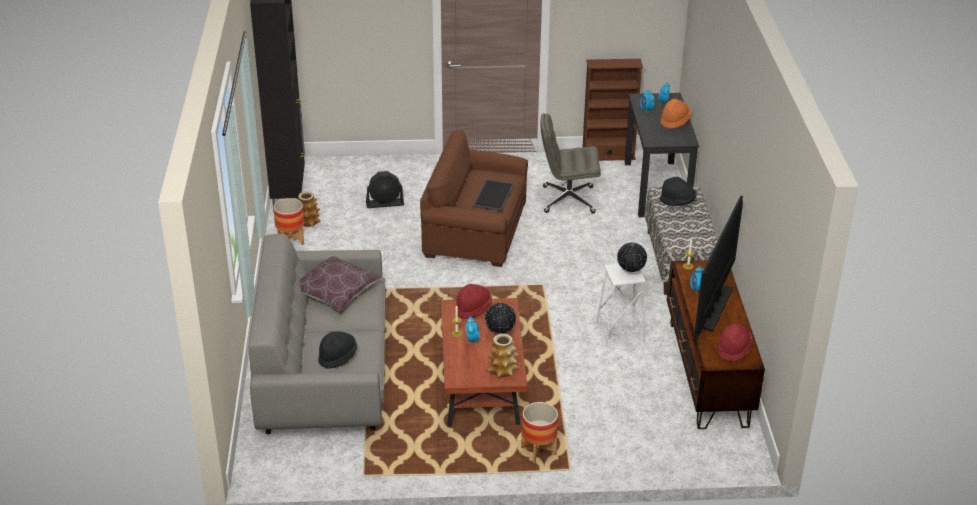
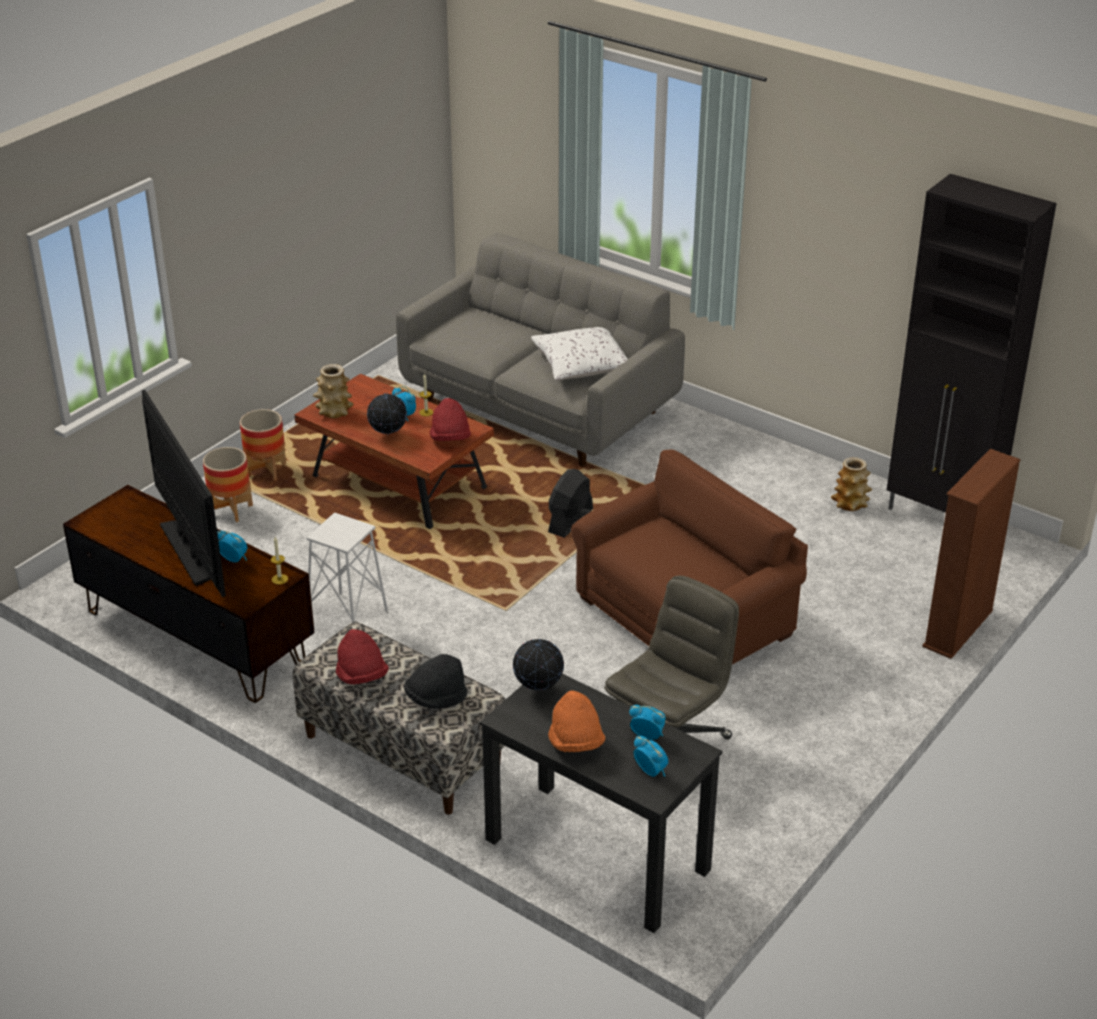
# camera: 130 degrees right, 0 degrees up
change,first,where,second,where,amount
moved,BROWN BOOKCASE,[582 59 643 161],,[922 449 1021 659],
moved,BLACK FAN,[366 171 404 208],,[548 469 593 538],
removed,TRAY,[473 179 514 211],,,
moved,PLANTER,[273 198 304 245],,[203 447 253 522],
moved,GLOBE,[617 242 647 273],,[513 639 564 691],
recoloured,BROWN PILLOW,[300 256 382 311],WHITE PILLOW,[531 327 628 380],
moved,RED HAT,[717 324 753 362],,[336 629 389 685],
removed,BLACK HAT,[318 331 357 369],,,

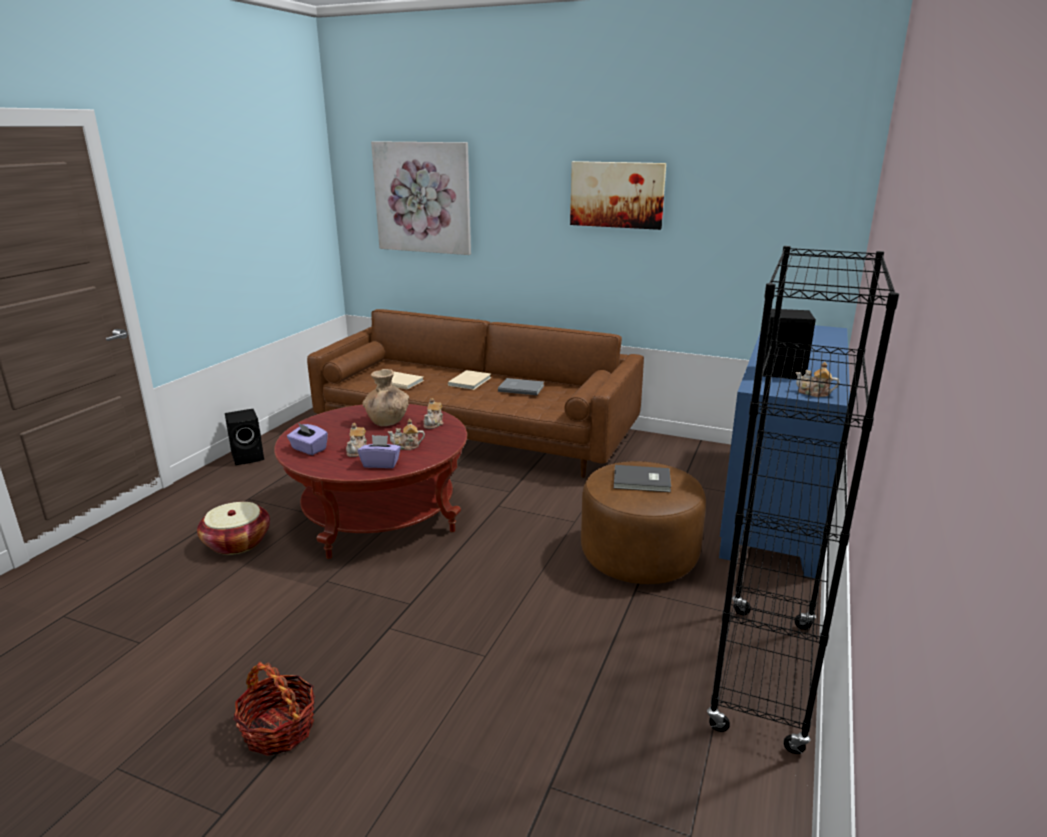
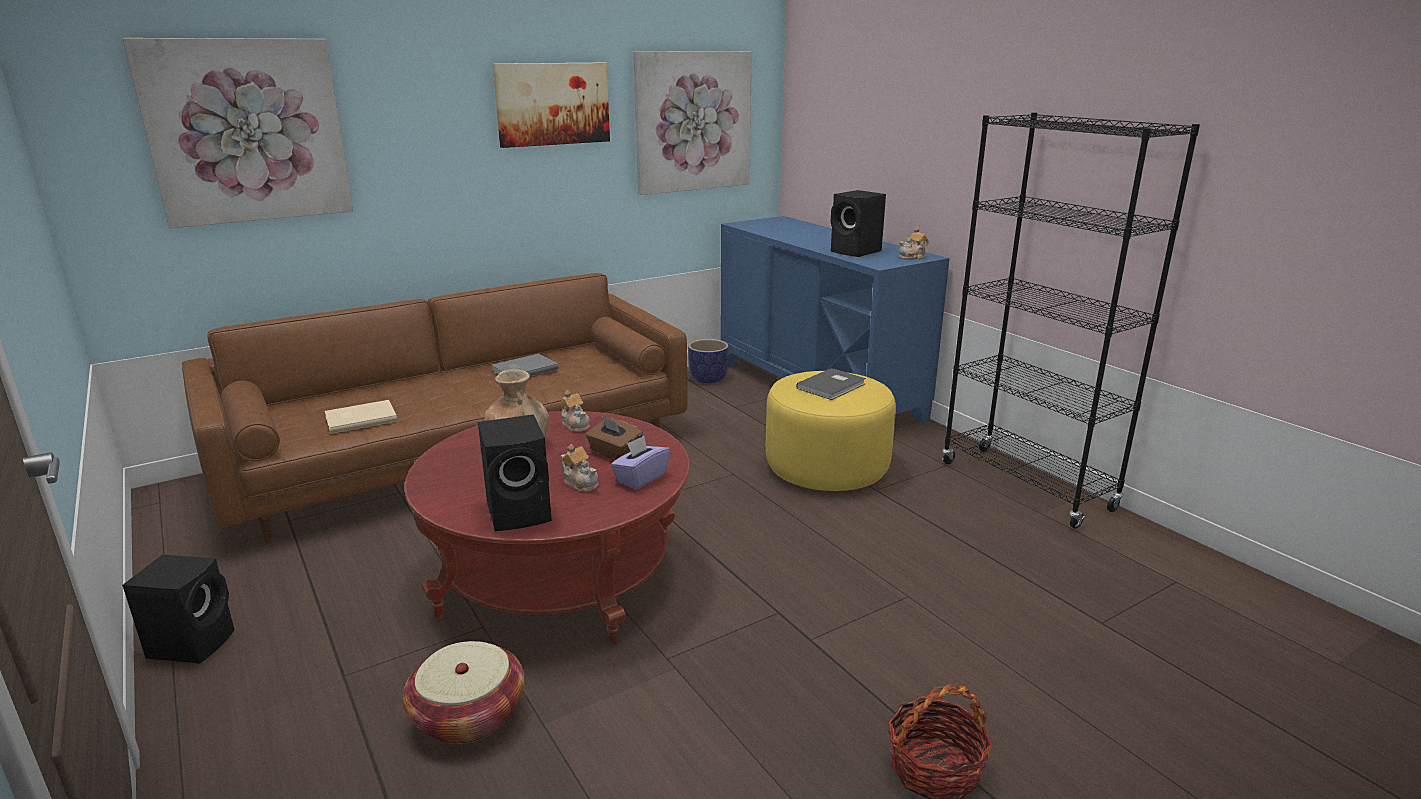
# camera: 55 degrees left, 0 degrees up
change,first,where,second,where,amount
removed,BEIGE BOOK,[448 370 491 390],,,
replaced,TEAPOT,[388 419 425 450],BROWN TISSUE BOX,[586 417 643 460],
replaced,PURPLE TISSUE BOX,[287 423 328 455],BLACK SPEAKER,[478 414 552 531],
recoloured,BROWN OTTOMAN,[581 461 706 584],YELLOW OTTOMAN,[765 371 896 491],
added,,,PICTURE,[633 51 752 195],
added,,,PLANTER,[688 339 729 384],

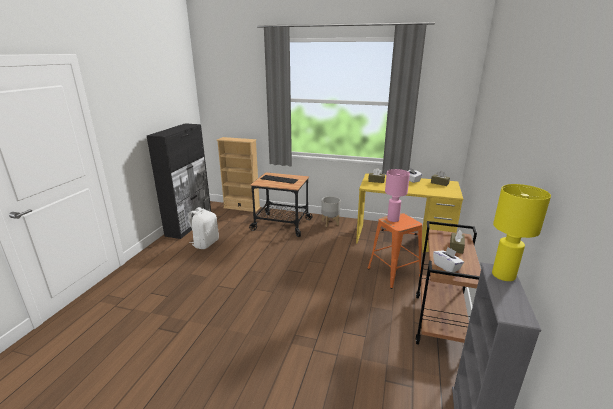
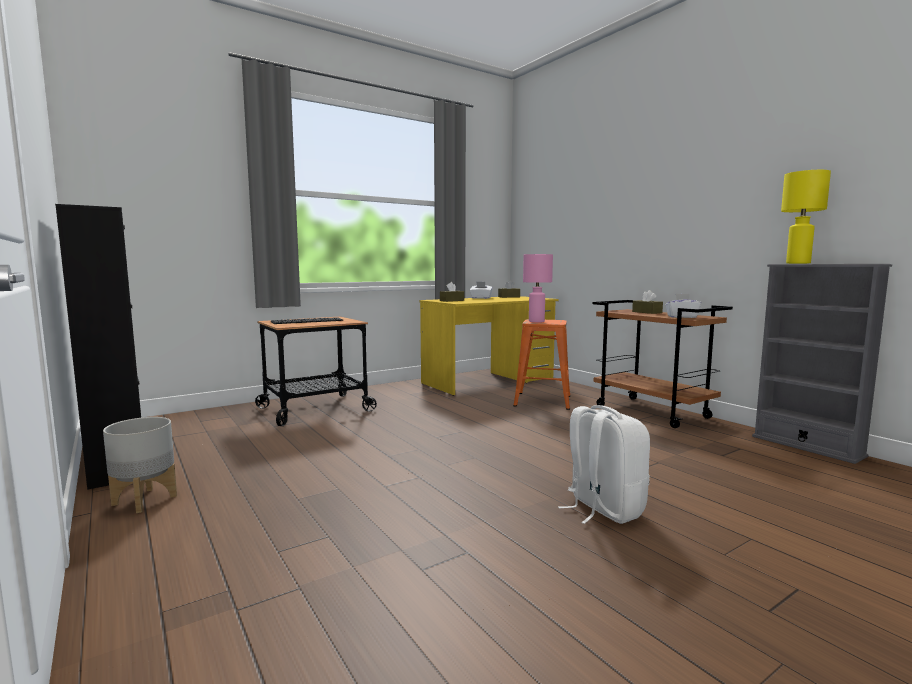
# camera: 50 degrees left, 15 degrees down
change,first,where,second,where,amount
removed,BEIGE BOOKCASE,[216 137 260 212],,,
moved,GREY PLANTER,[321 196 340 227],,[103 417 177 513],
moved,WHITE BACKPACK,[188 207 219 249],,[558 405 650 524],

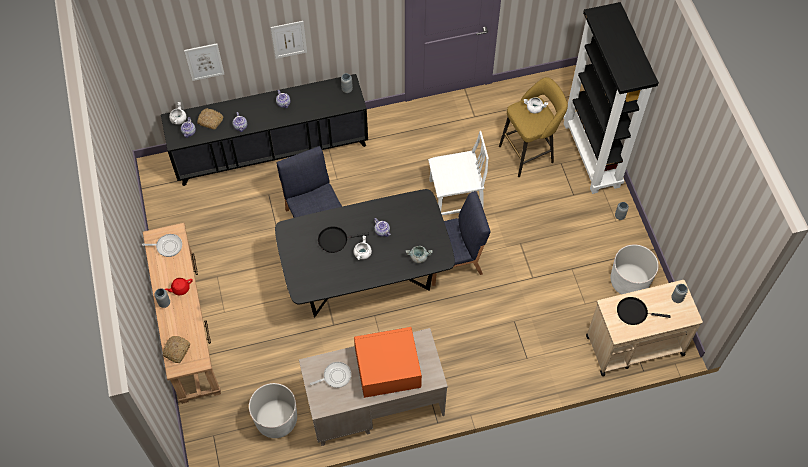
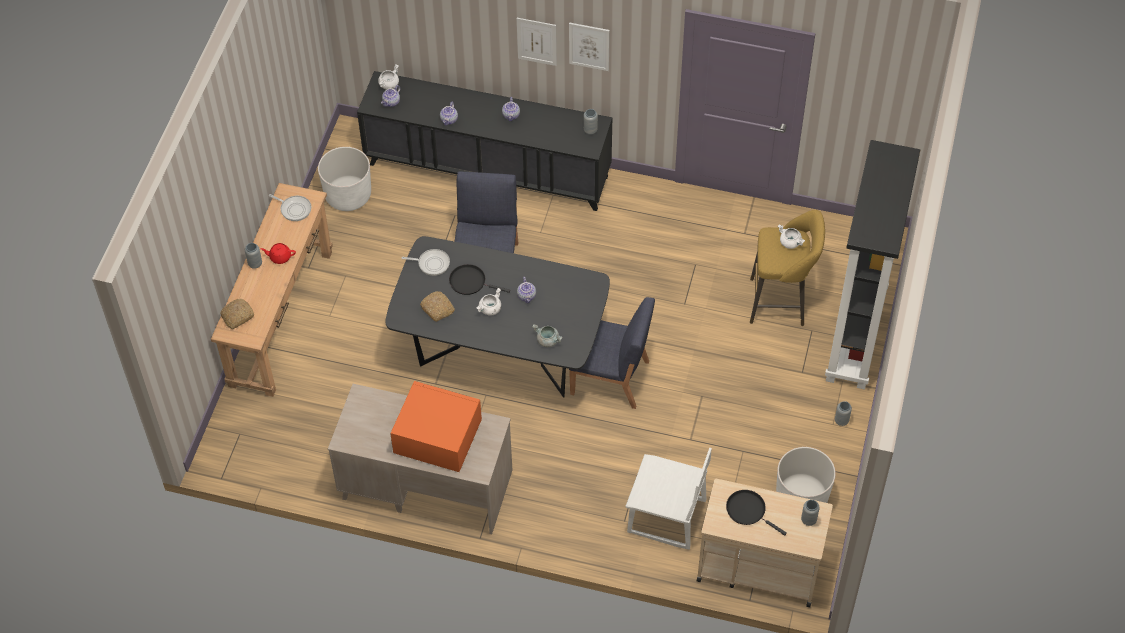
# camera: 30 degrees right, 5 degrees down
change,first,where,second,where,amount
moved,PICTURE,[184 43 224 81],,[569 22 610 71],
moved,BREAD,[197 108 223 130],,[420 291 455 322],
moved,WHITE CHAIR,[428 131 489 215],,[626 448 712 550],
moved,FRYING PAN,[310 362 351 388],,[402 249 450 276],
moved,WHITE PLANTER,[249 383 297 438],,[318 147 371 211],

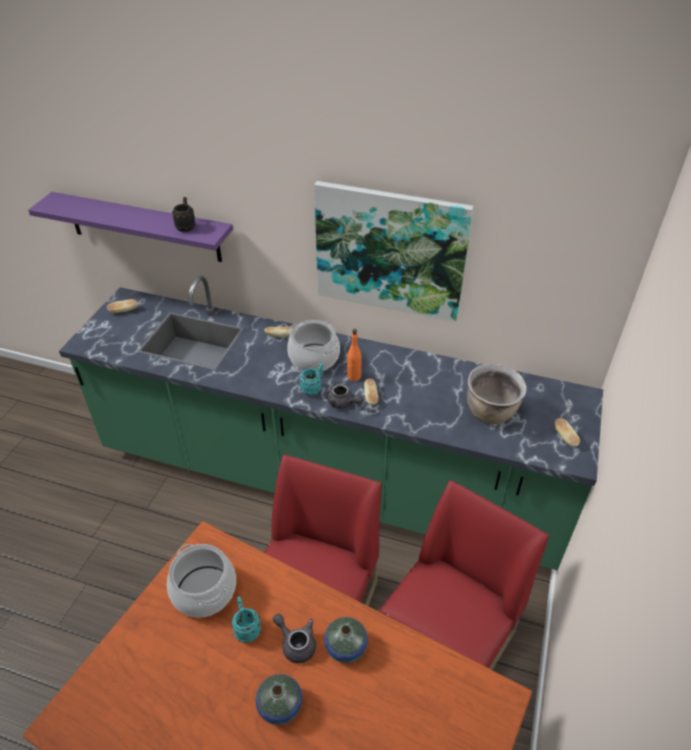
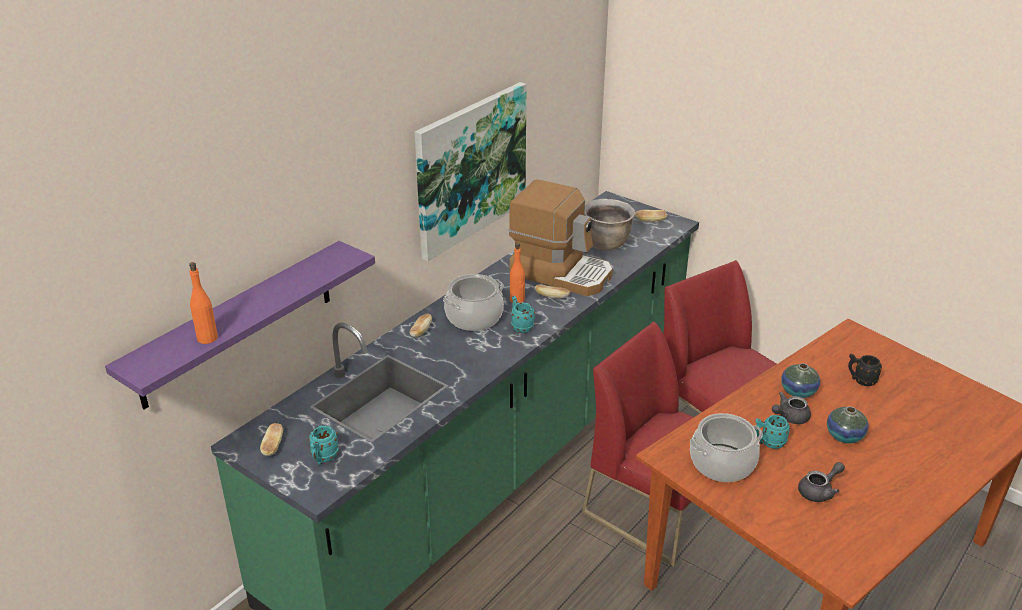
# camera: 70 degrees left, 10 degrees down
change,first,where,second,where,amount
moved,BLACK MUG,[172 197 195 232],,[848 354 882 386],
moved,GREY TEAPOT,[327 384 363 408],,[798 462 845 502],
added,,,COFFEE MACHINE,[509 179 613 296],
added,,,ORANGE BOTTLE,[189 262 218 344],
added,,,TURQUOISE MUG,[309 425 339 465],

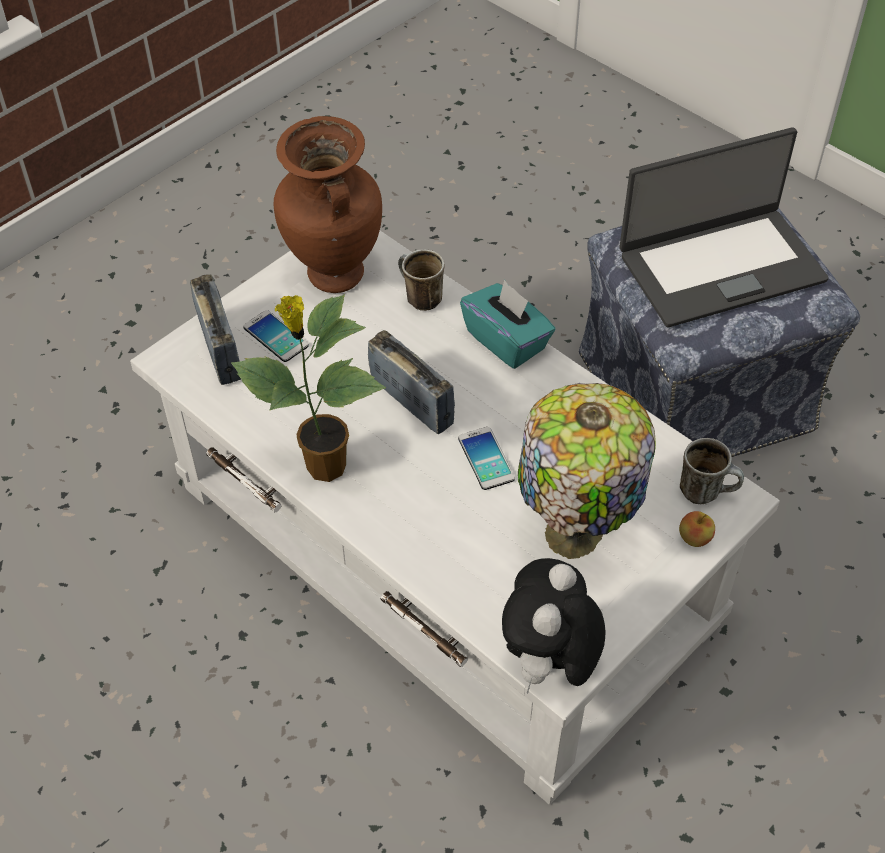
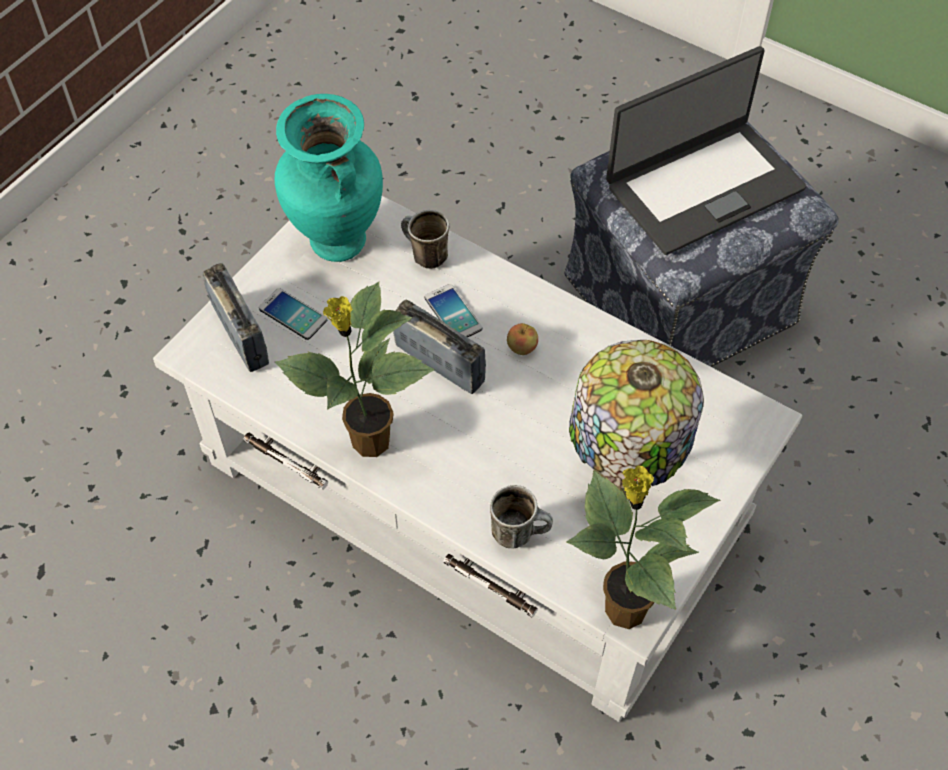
# camera: 10 degrees left, 5 degrees up
change,first,where,second,where,amount
recoloured,BROWN VASE,[274 116 382 293],TURQUOISE VASE,[275 94 383 262],
removed,TURQUOISE TISSUE BOX,[460 280 555 369],,,
moved,PHONE,[458 427 515 490],,[425 284 482 337],
moved,MUG,[680 438 744 504],,[490 485 553 549],
moved,APPLE,[679 511 715 547],,[507 323 538 355],
replaced,PLUSH TOY,[502 558 605 694],POTTED PLANT,[566 465 721 629],

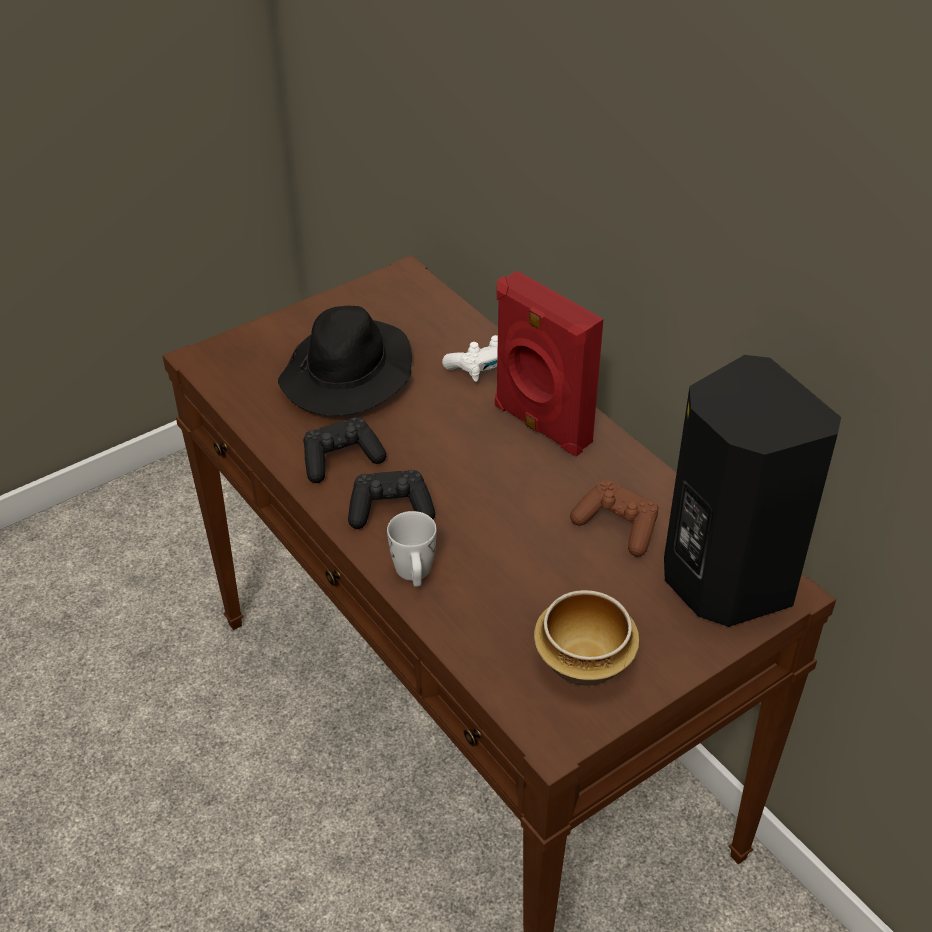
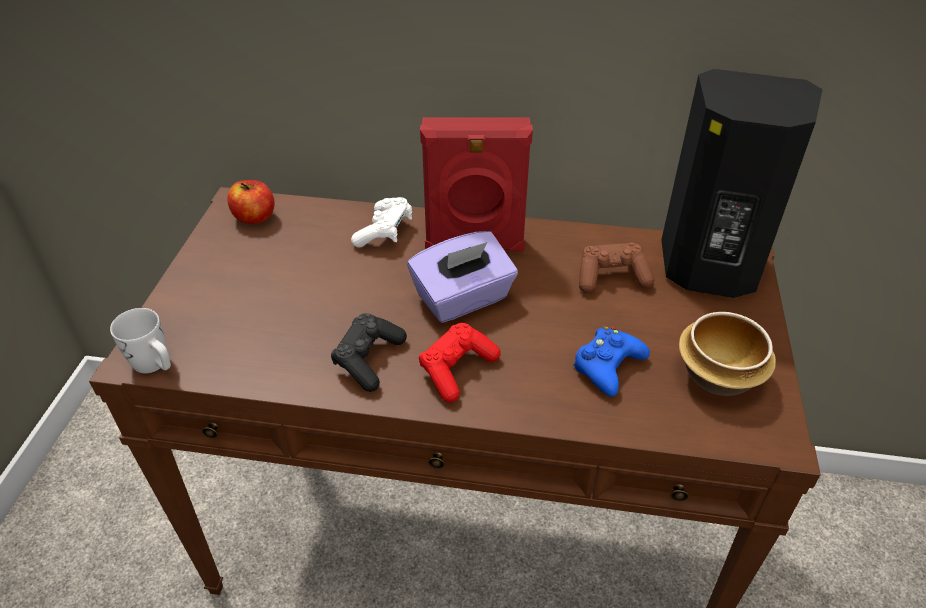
# camera: 45 degrees left, 0 degrees up
change,first,where,second,where,amount
removed,BLACK HAT,[278 306 412 416],,,
recoloured,BLACK GAME CONTROLLER,[348 470 435 529],RED GAME CONTROLLER,[419 323 501 402],
moved,WHITE MUG,[387 511 437 587],,[110 308 171 373],
added,,,APPLE,[227 180 274 224],
added,,,PURPLE TISSUE BOX,[407 231 518 323],
added,,,BLUE GAME CONTROLLER,[573 327 650 397],

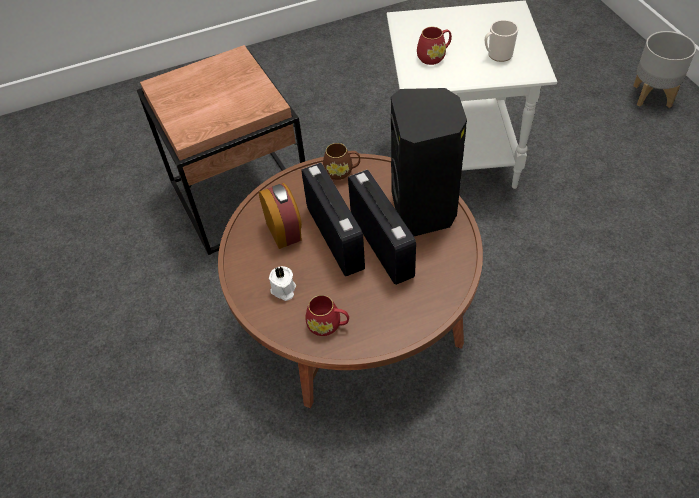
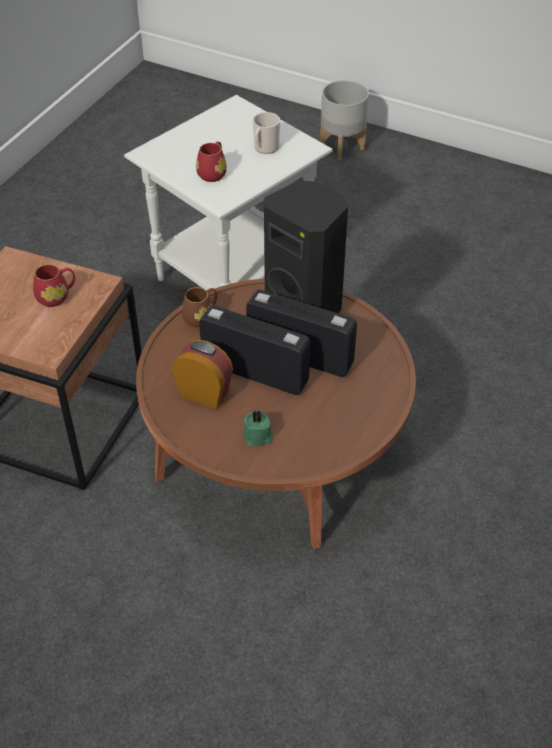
# camera: 45 degrees left, 5 degrees down
change,first,where,second,where,amount
recoloured,WHITE CANDLE,[269 266 296 301],GREEN CANDLE,[243 409 273 446],
moved,RED MUG,[305 295 349 336],,[33 264 75 307],

